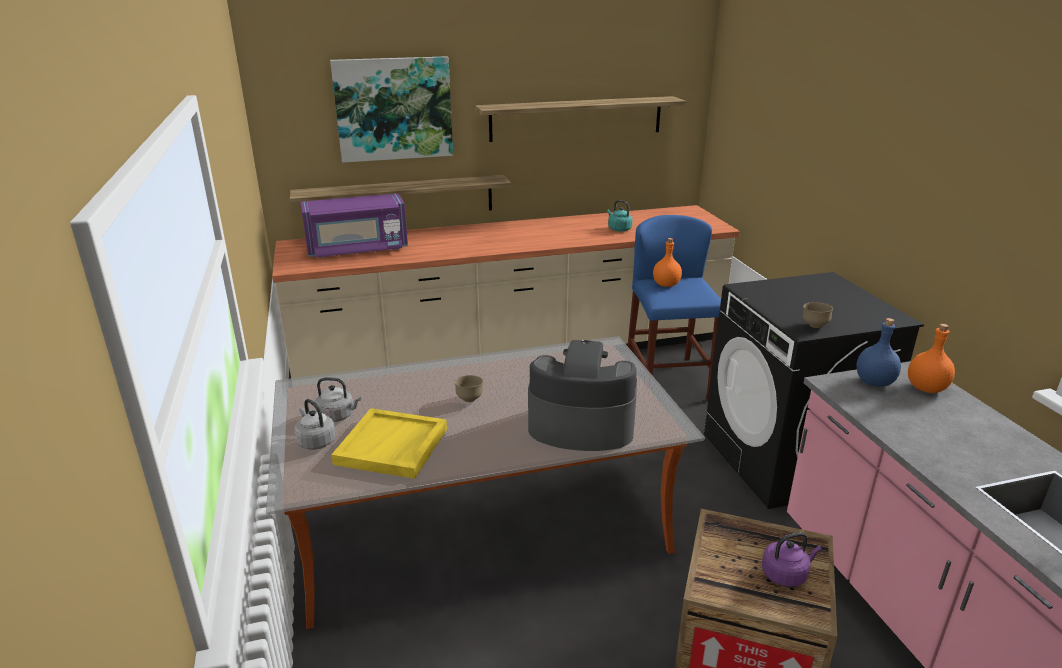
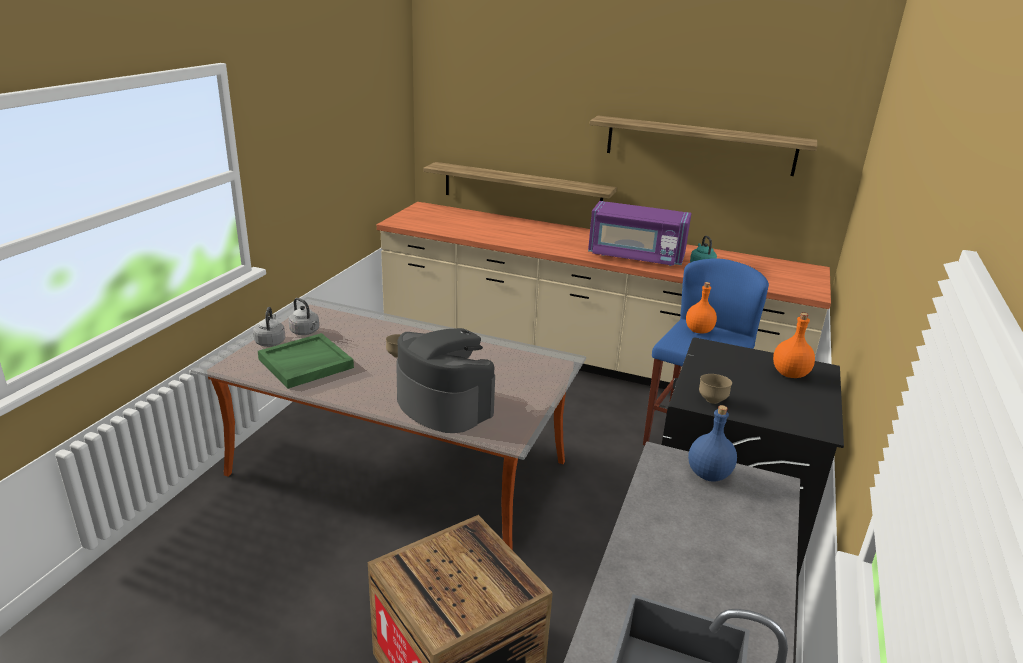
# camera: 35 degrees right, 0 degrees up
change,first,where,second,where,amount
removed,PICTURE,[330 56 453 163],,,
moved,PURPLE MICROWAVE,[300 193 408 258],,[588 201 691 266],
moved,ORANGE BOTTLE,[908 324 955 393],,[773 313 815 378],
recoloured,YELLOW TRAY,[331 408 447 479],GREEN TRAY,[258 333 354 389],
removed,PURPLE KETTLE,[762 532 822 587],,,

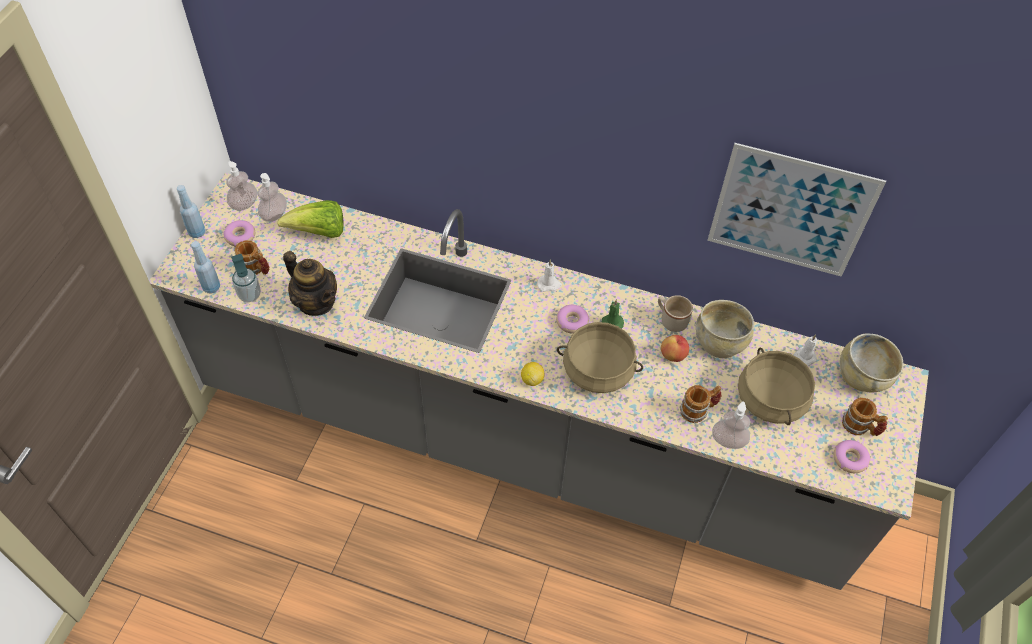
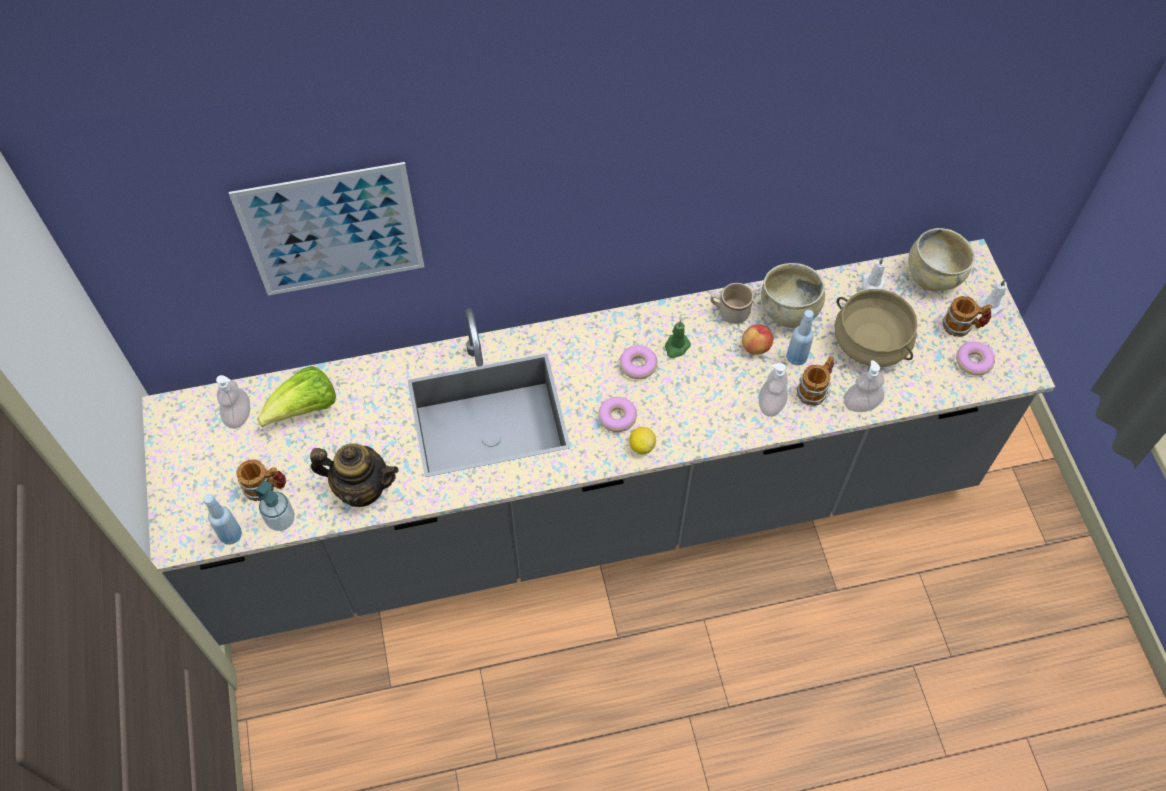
# camera: 30 degrees left, 5 degrees up
change,first,where,second,where,amount
moved,PICTURE,[707 143 886 277],,[229 162 425 296],
moved,SOAP DISPENSER,[226 161 257 211],,[759 363 788 417],
moved,BLUE BOTTLE,[177 185 206 238],,[786 310 814 365],
moved,DONUT,[224 220 255 247],,[598 397 637 432],
moved,WHITE CANDLE,[537 259 562 292],,[979 279 1007 315],
removed,BEIGE COOKING POT,[557 322 643 393],,,

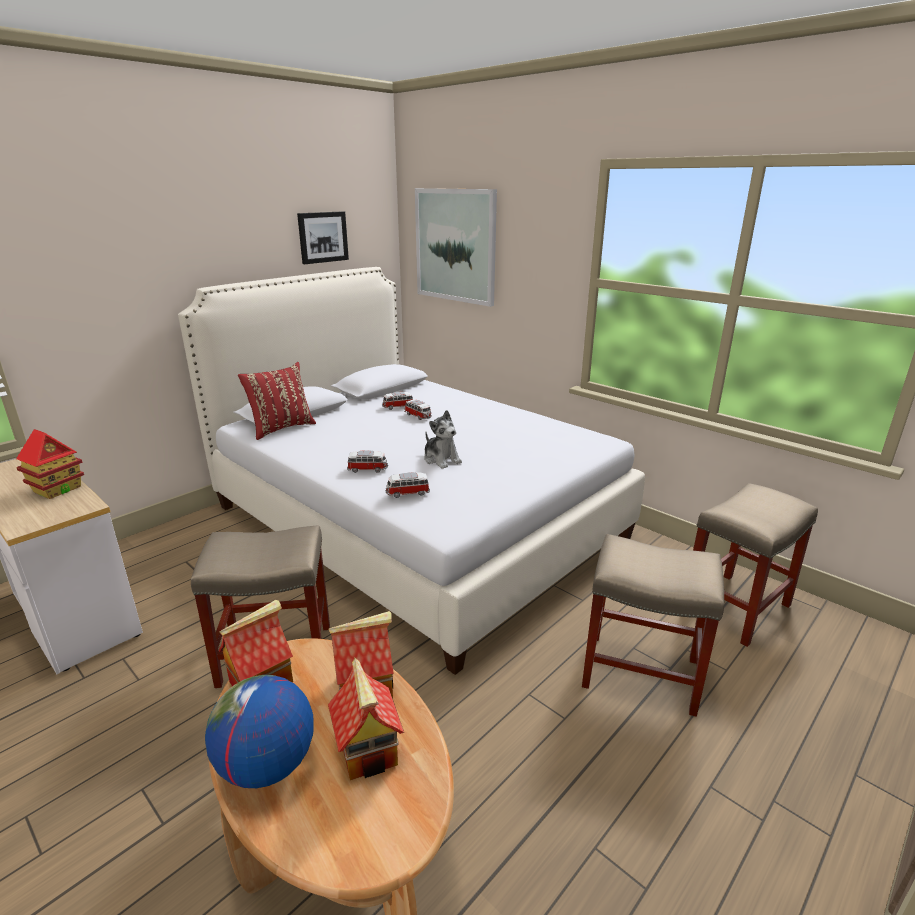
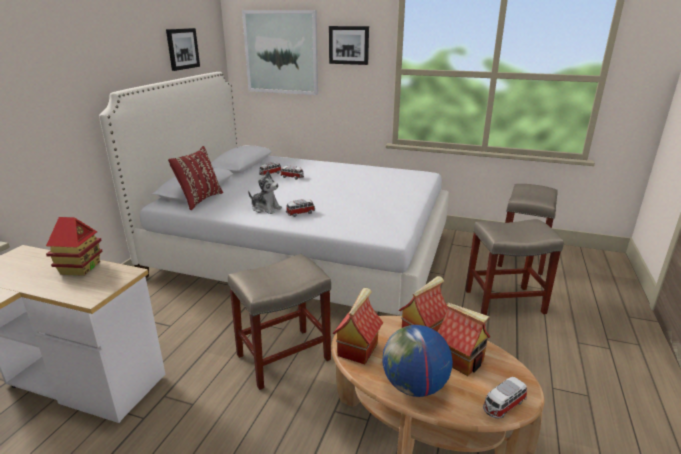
# camera: 25 degrees left, 0 degrees up
change,first,where,second,where,amount
moved,PLUSH TOY,[424 410 462 469],,[248 171 282 214],
moved,TOY CAR,[386 472 430 498],,[483 377 527 419],
added,,,PICTURE,[329 26 369 65],

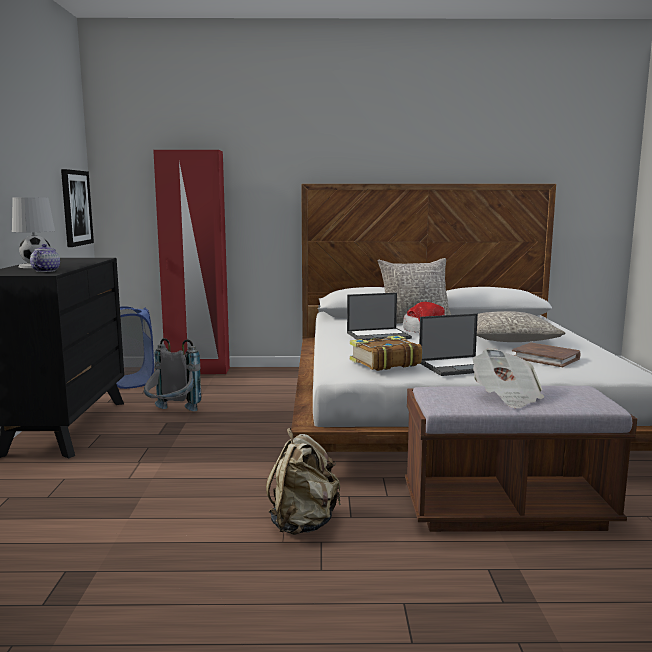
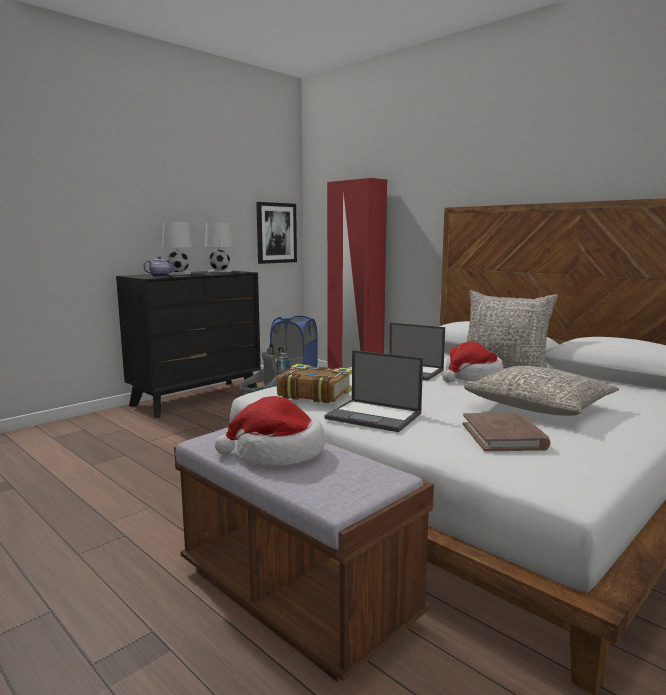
# camera: 45 degrees right, 0 degrees up
change,first,where,second,where,amount
replaced,NEWSPAPER,[472 348 544 409],HAT,[215 396 325 466],
removed,BEIGE BACKPACK,[266 428 341 535],,,
added,,,WHITE TABLE LAMP,[205 223 233 273],

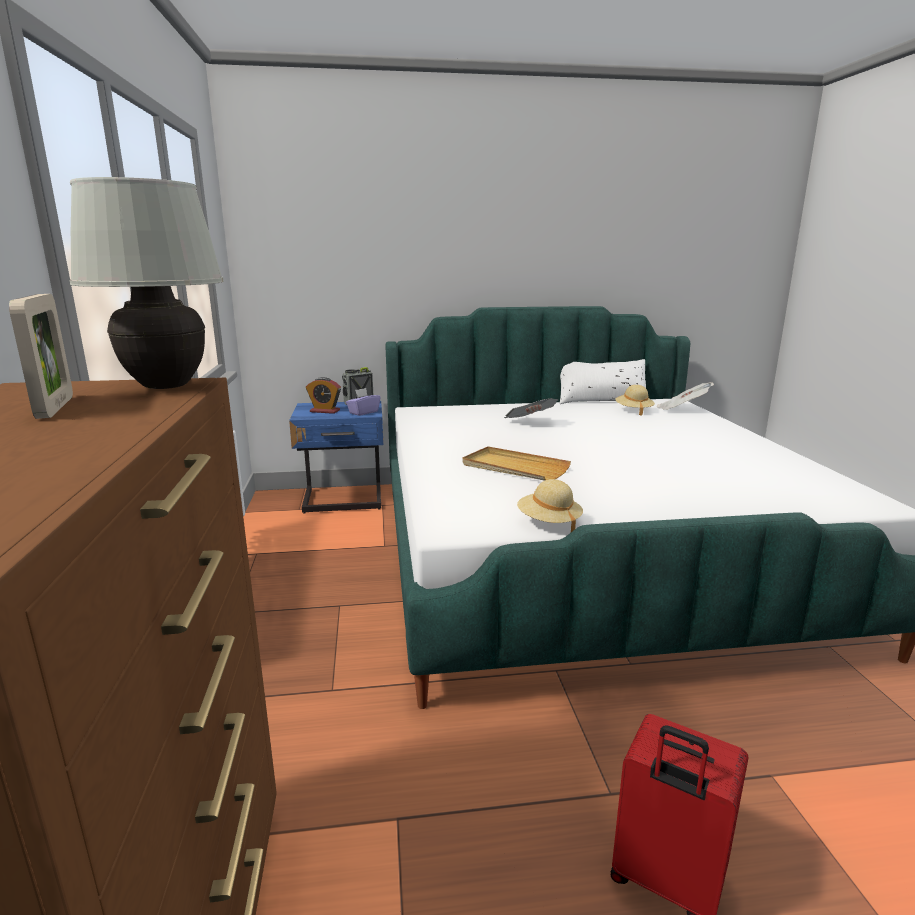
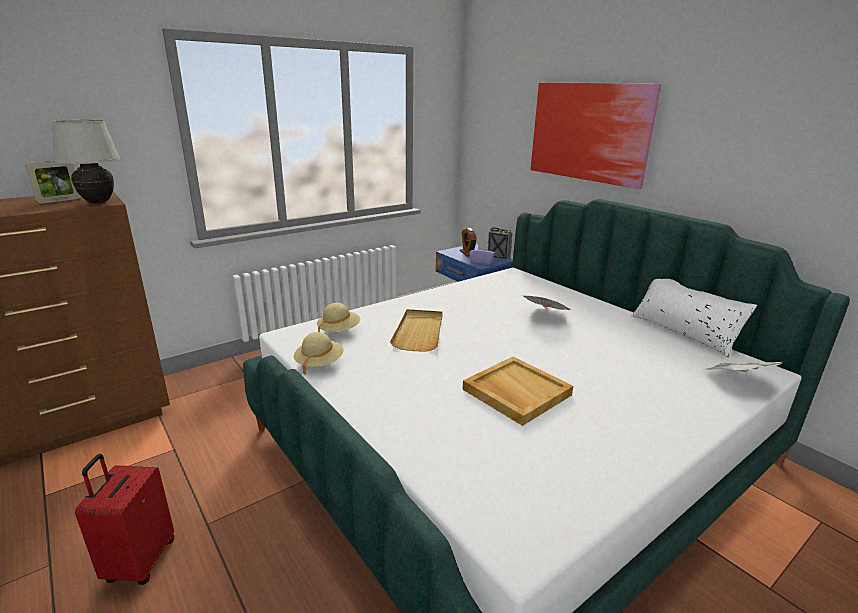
# camera: 60 degrees right, 5 degrees up
change,first,where,second,where,amount
moved,BEIGE HAT,[615 385 655 416],,[317 303 360 332],
added,,,PICTURE,[531 83 661 189],
added,,,BEIGE TRAY,[462 357 573 426],

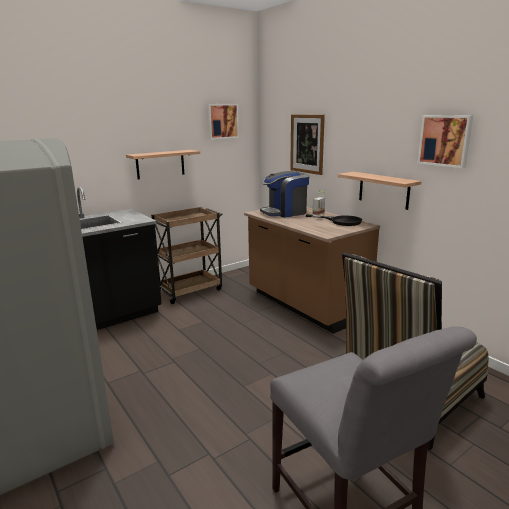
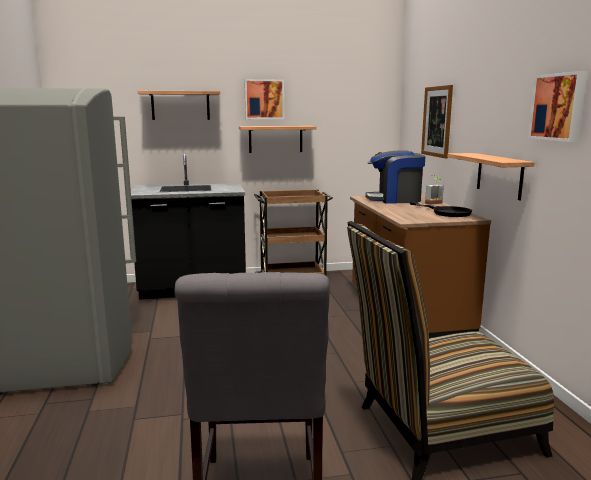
# camera: 25 degrees right, 5 degrees down
change,first,where,second,where,amount
moved,PICTURE,[207 104 239 139],,[244 79 284 119],
added,,,SHELF,[137 91 220 120],

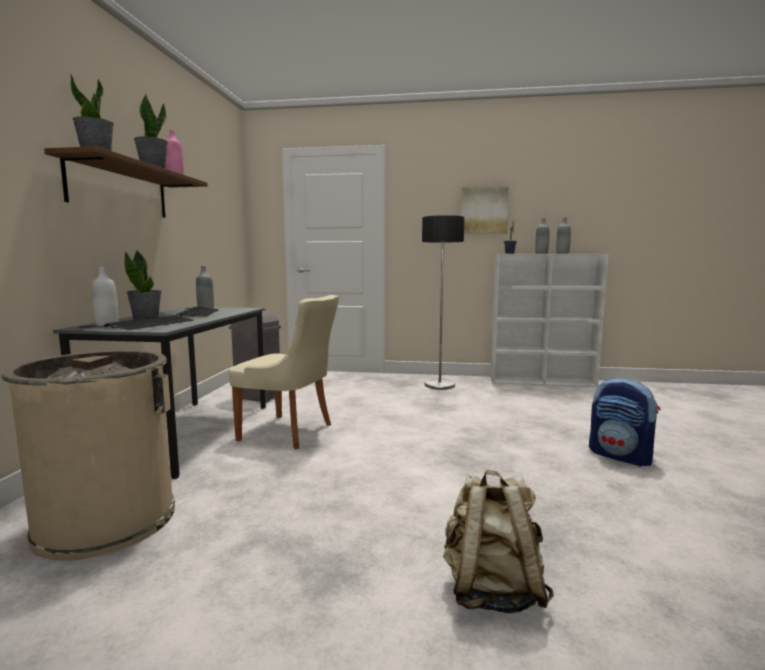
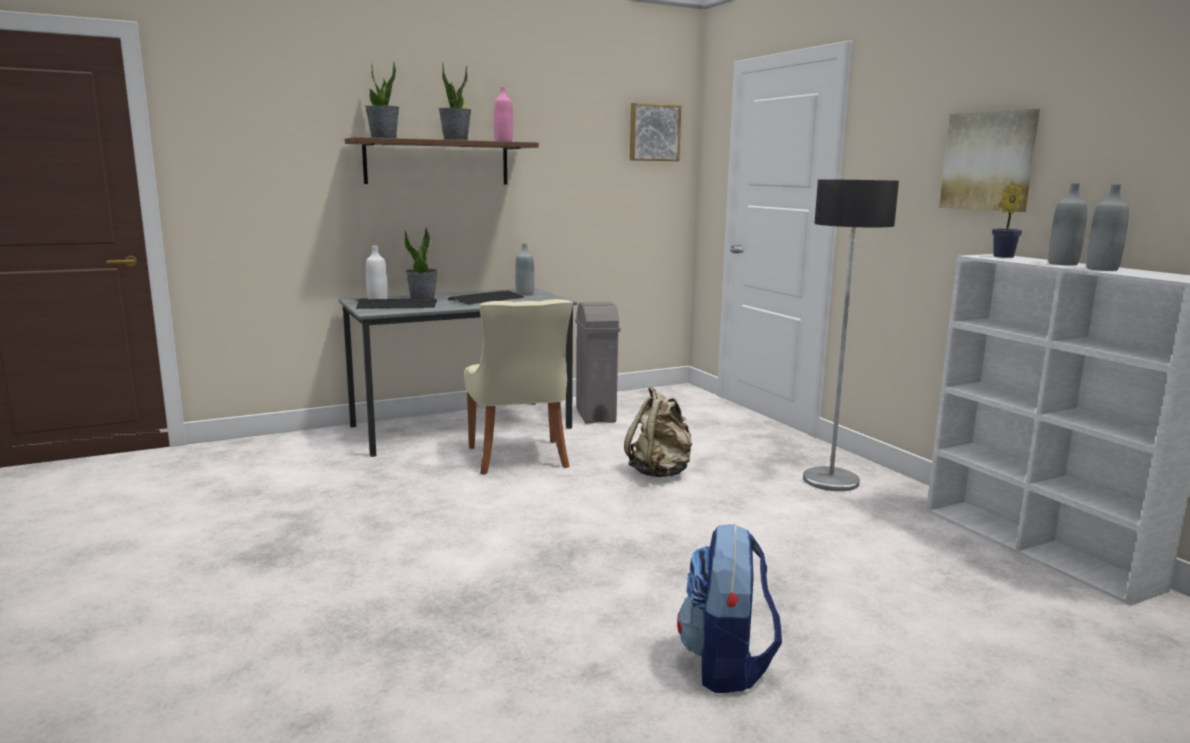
# camera: 55 degrees right, 5 degrees up
change,first,where,second,where,amount
removed,BEIGE TRASH CAN,[2 350 175 561],,,
moved,BEIGE BACKPACK,[443 470 554 613],,[624 386 692 477],
added,,,PICTURE,[630 103 681 161],

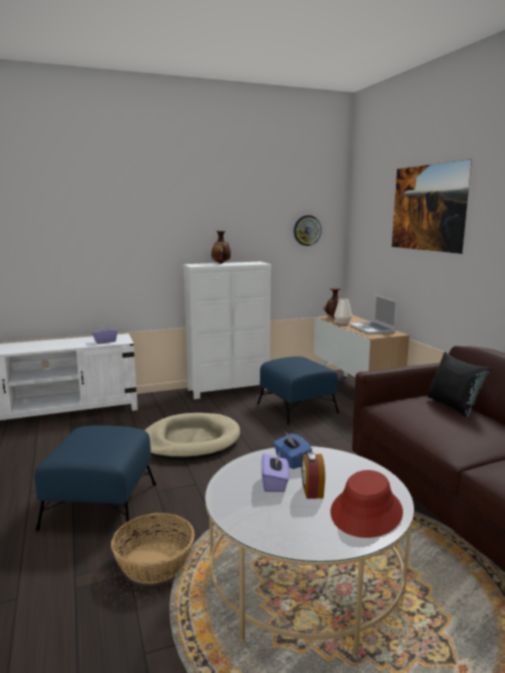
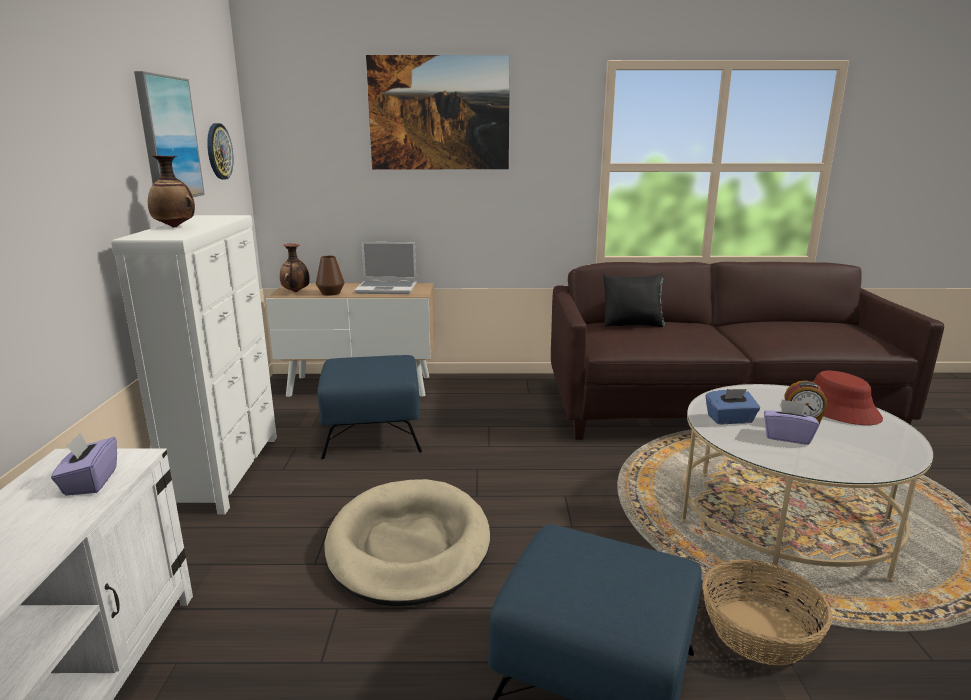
# camera: 70 degrees left, 5 degrees up
change,first,where,second,where,amount
recoloured,WHITE VASE,[334 298 352 324],BROWN VASE,[316 256 345 296],
added,,,PICTURE,[134 71 205 197],

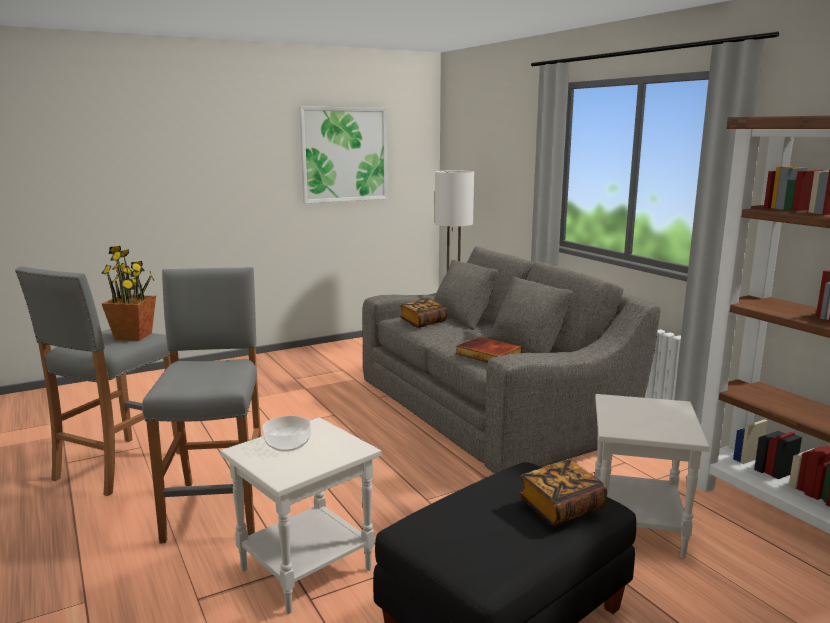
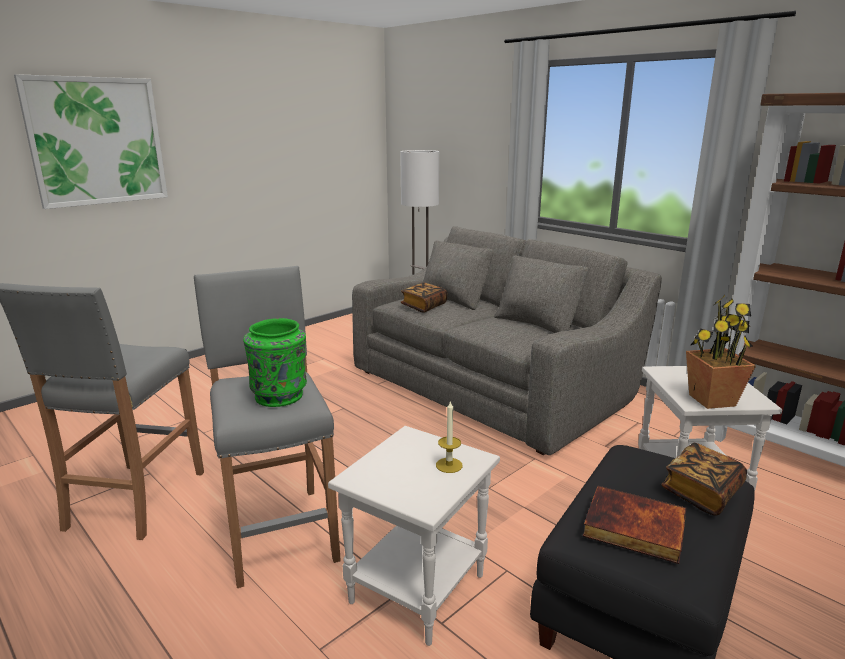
# camera: 15 degrees left, 5 degrees up
change,first,where,second,where,amount
moved,PICTURE,[299 106 388 203],,[14 74 168 209],
moved,POTTED PLANT,[101 246 156 341],,[686 295 756 409],
moved,BOOK,[456 337 522 363],,[583 486 686 564],
removed,BOWL,[262 416 311 452],,,
added,,,GREEN VASE,[243 318 307 407],
added,,,CANDLE,[436 401 463 473],

